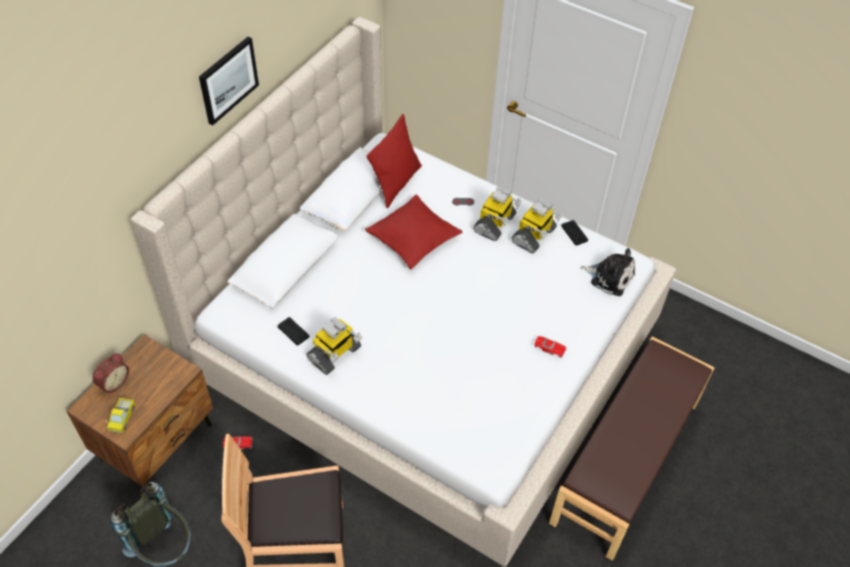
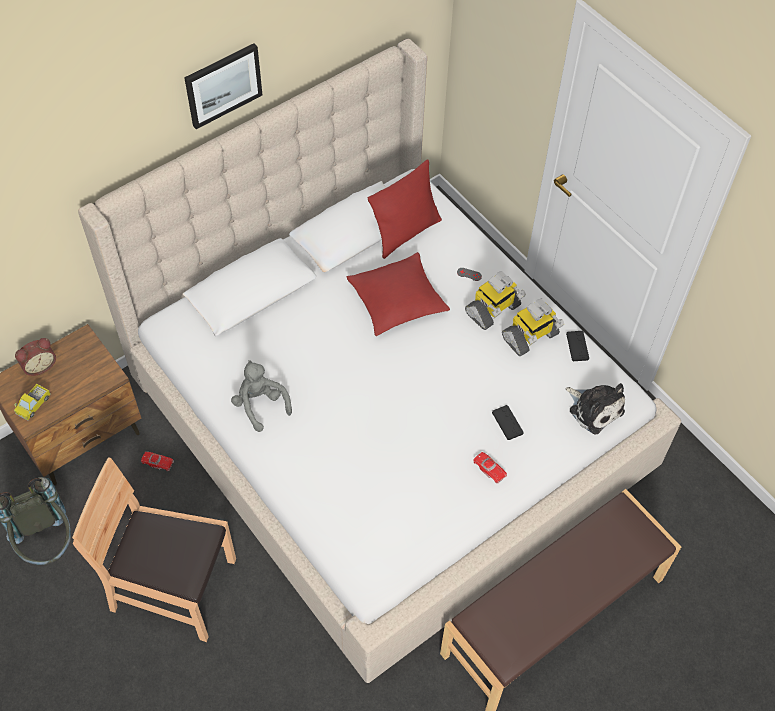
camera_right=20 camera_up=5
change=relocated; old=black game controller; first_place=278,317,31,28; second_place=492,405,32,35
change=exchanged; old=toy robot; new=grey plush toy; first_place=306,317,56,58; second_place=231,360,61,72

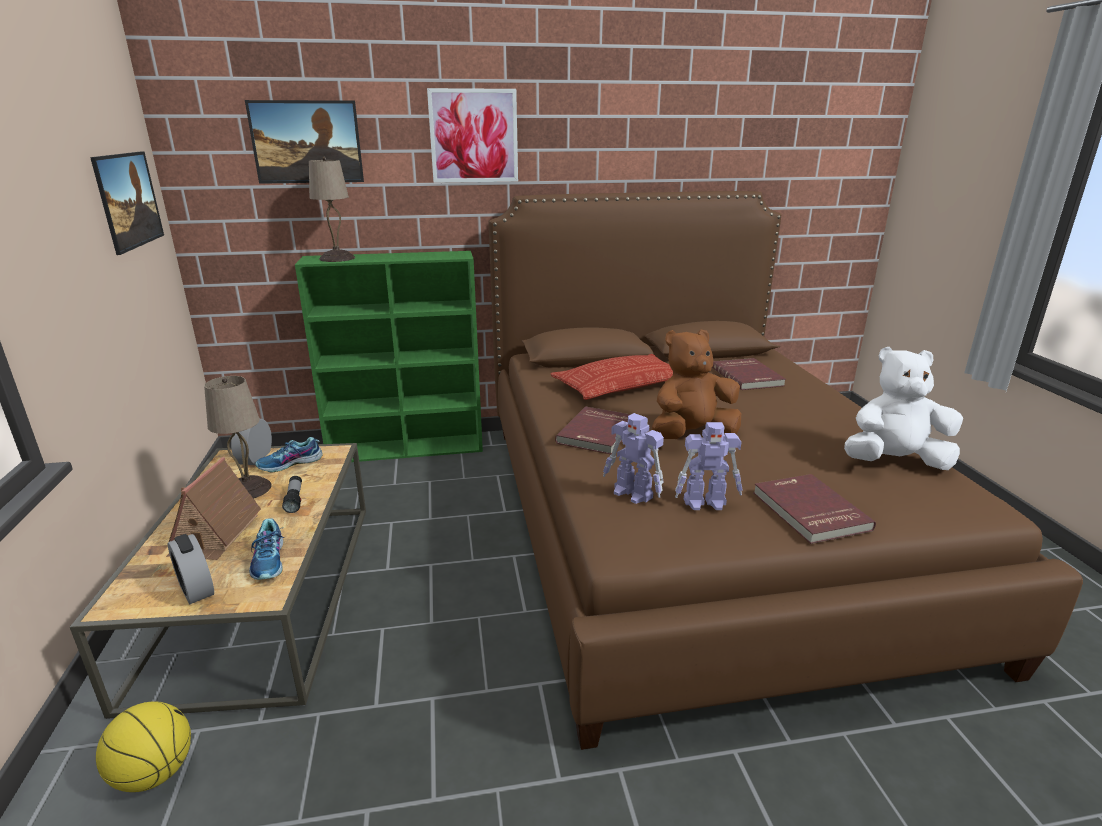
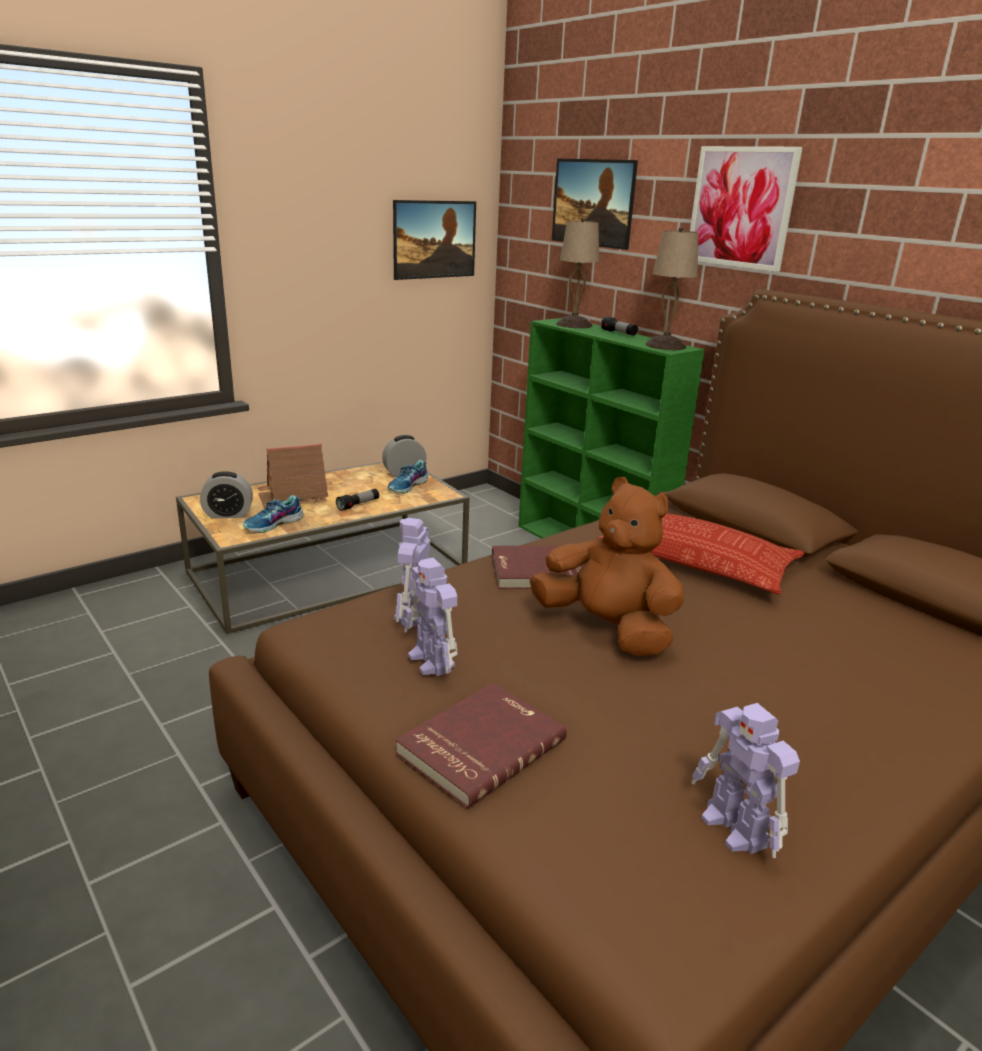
camera_right=60 camera_up=0
change=exchanged; old=white plush toy; new=toy robot; first_place=844,347,119,123; second_place=691,703,109,155
change=missing; old=red book; first_place=712,358,74,32
change=relocated; old=beige table lamp; first_place=204,376,68,123; second_place=645,227,53,123
change=spun; old=shoe; first_place=255,437,68,36; second_place=387,460,41,34; degrees=-90
change=spun; old=alarm clock; first_place=168,534,46,70; second_place=200,471,53,47; degrees=-120
change=missing; old=basketball; first_place=96,702,95,90
change=appeared; new=flashlight; second_place=601,316,37,20

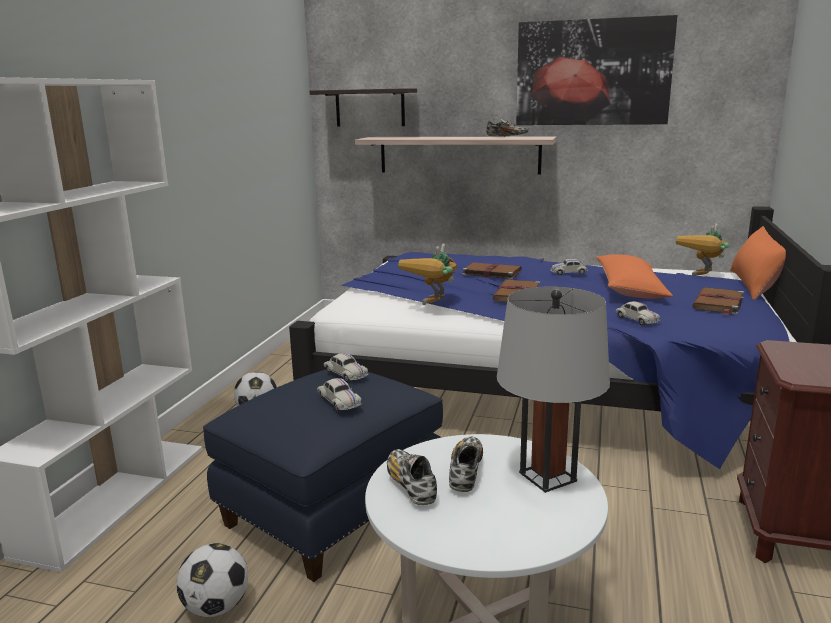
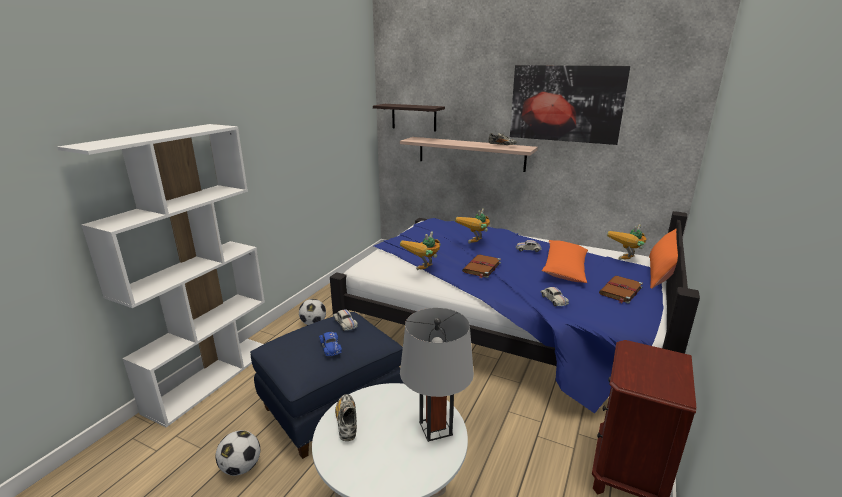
camera_right=10 camera_up=5
change=exchanged; old=brown book; new=toy robot; first_place=461,262,61,18; second_place=455,208,35,36
change=colour; old=white toy car; new=blue toy car; first_place=317,378,45,34; second_place=319,332,23,24
change=missing; old=shoe; first_place=449,437,34,55

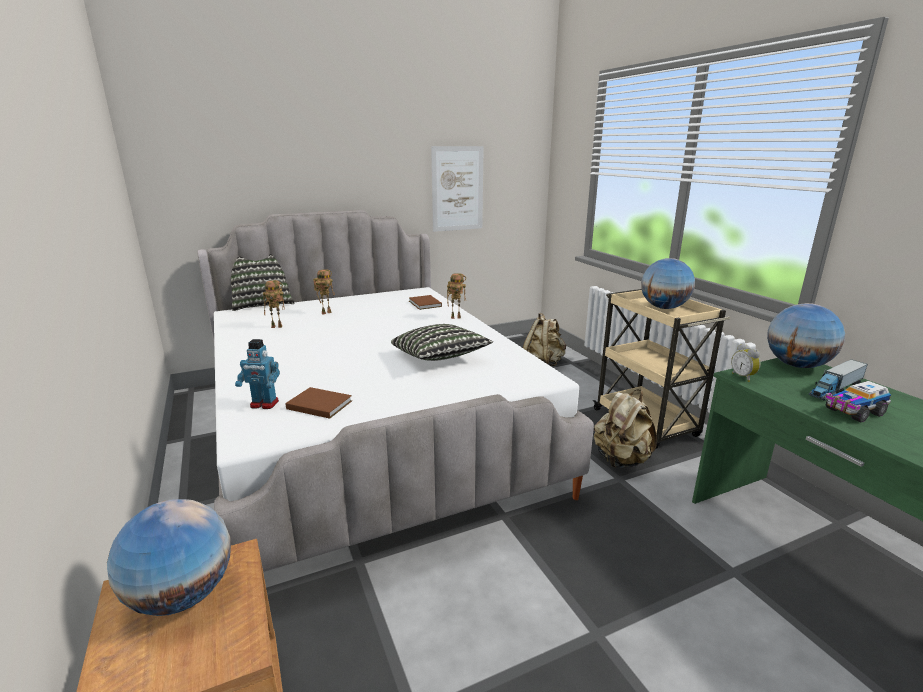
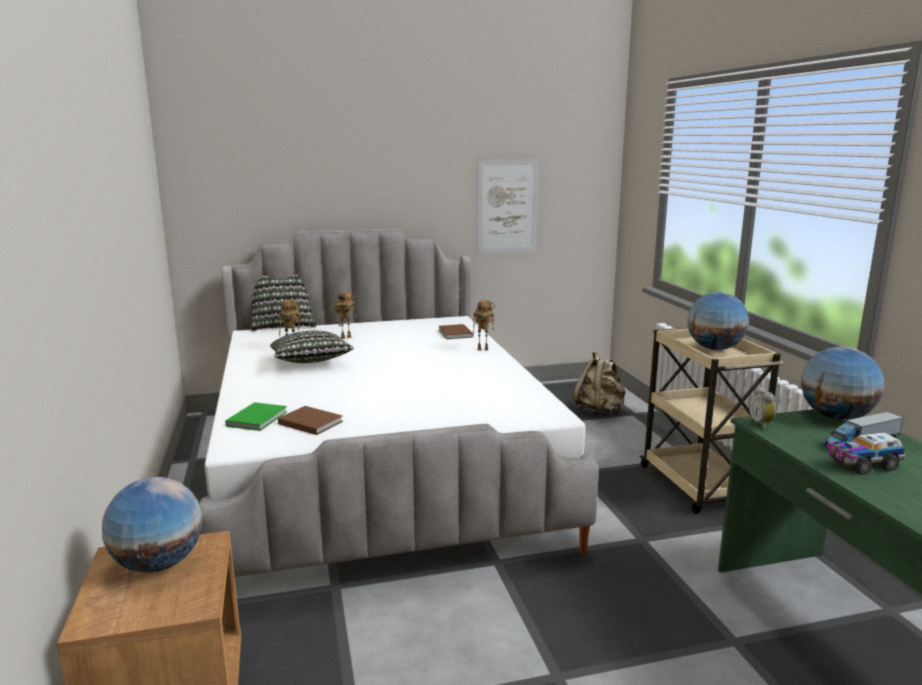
camera_right=10 camera_up=-5
change=relocated; old=pillow; first_place=391,324,102,37; second_place=270,331,84,32
change=exchanged; old=toy robot; new=green book; first_place=235,339,45,70; second_place=225,402,62,29
change=missing; old=beige backpack; first_place=594,390,63,78

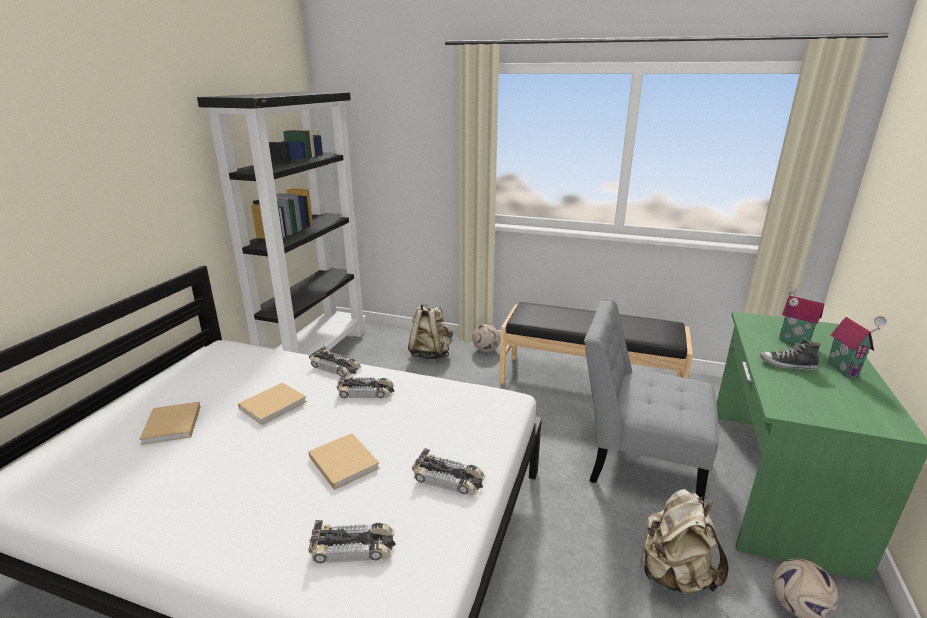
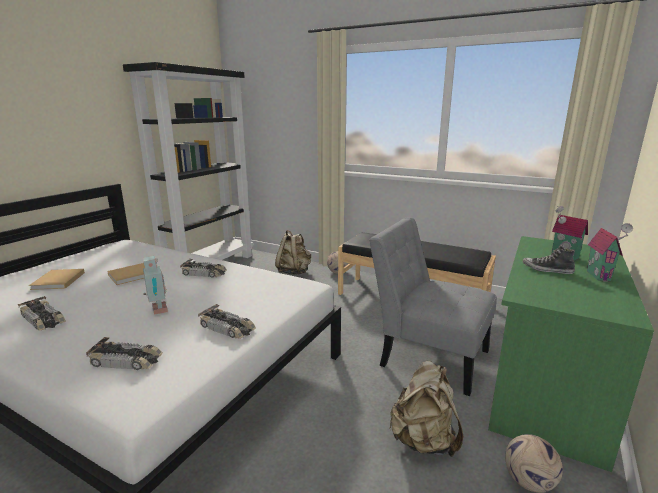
camera_right=10 camera_up=-5
change=relocated; old=toy car; first_place=309,347,53,30; second_place=18,296,48,35
change=exchanged; old=beige book; new=toy robot; first_place=308,433,72,57; second_place=143,256,25,59

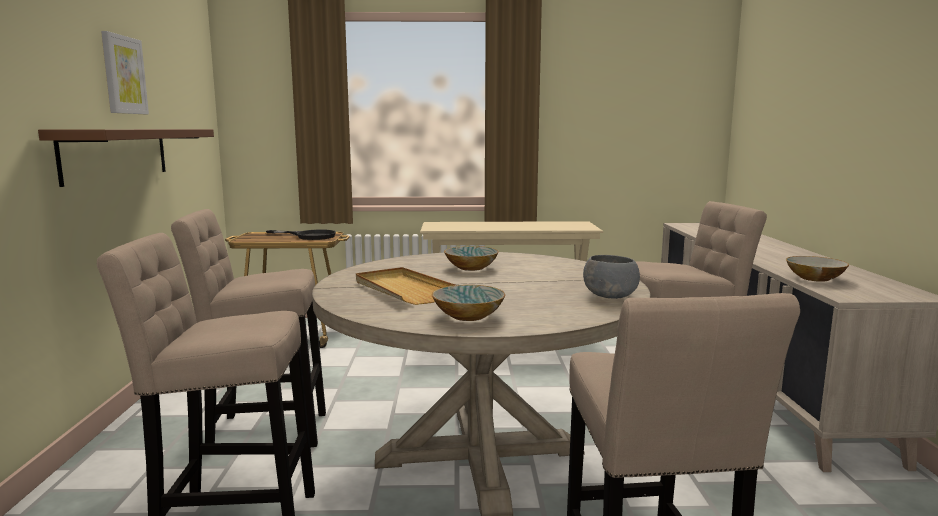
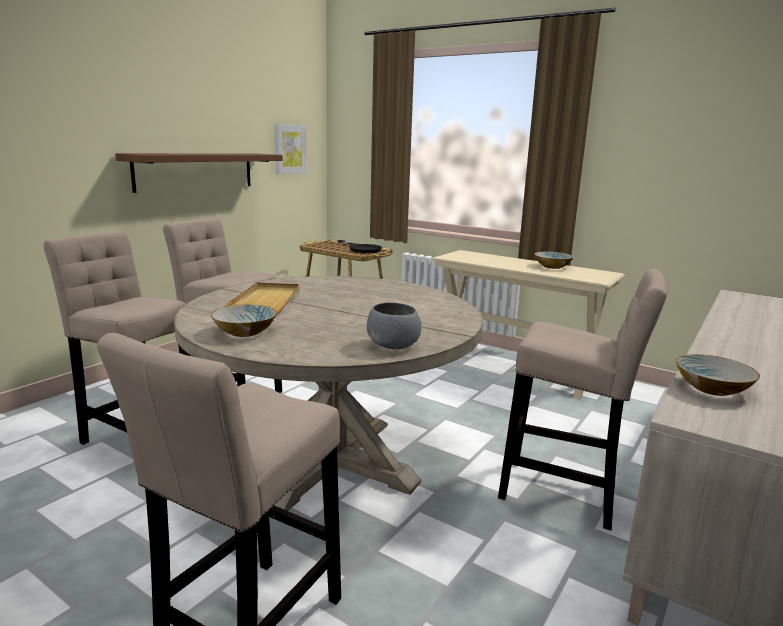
camera_right=35 camera_up=5
change=relocated; old=picture; first_place=101,31,48,83; second_place=275,124,32,50
change=relocated; old=bowl; first_place=444,246,55,25; second_place=534,252,40,17

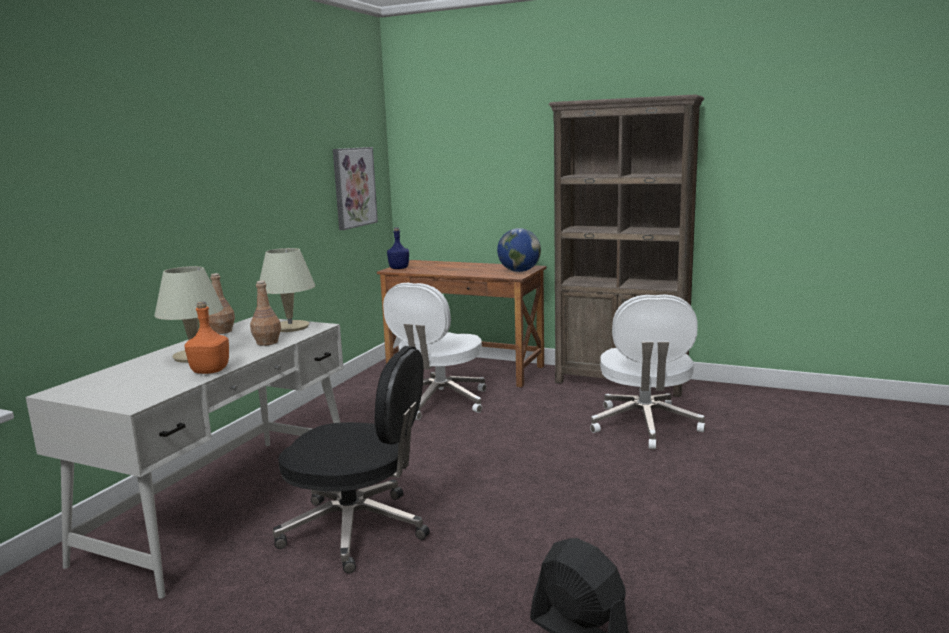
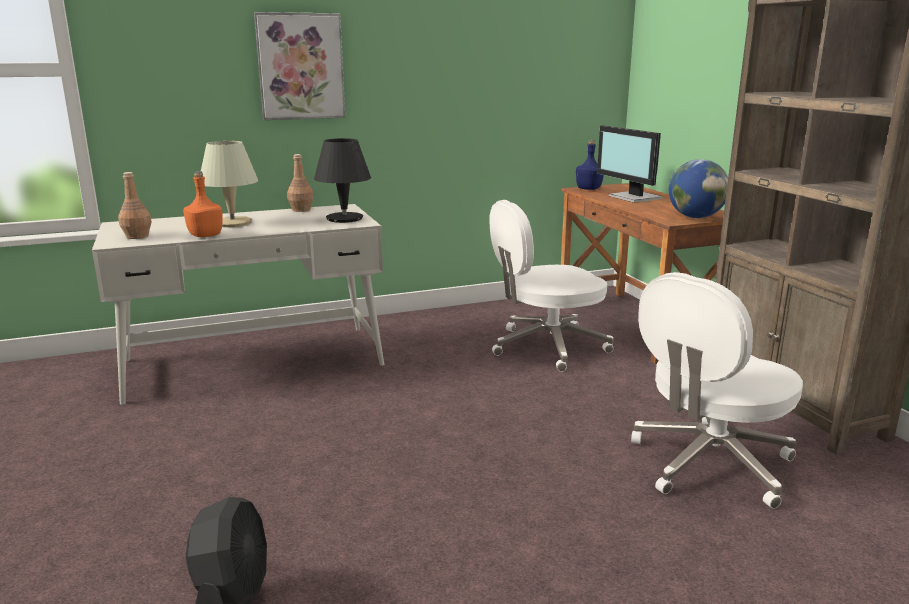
camera_right=45 camera_up=5
change=relocated; old=picture; first_place=333,147,45,83; second_place=254,12,91,108
change=colour; old=beige table lamp; new=black table lamp; first_place=259,248,56,84; second_place=314,138,57,85
change=relocated; old=brown bottle; first_place=250,281,31,65; second_place=118,172,34,67
change=missing; old=black office chair; first_place=273,346,157,228
change=appeared; new=monitor; second_place=597,125,66,78

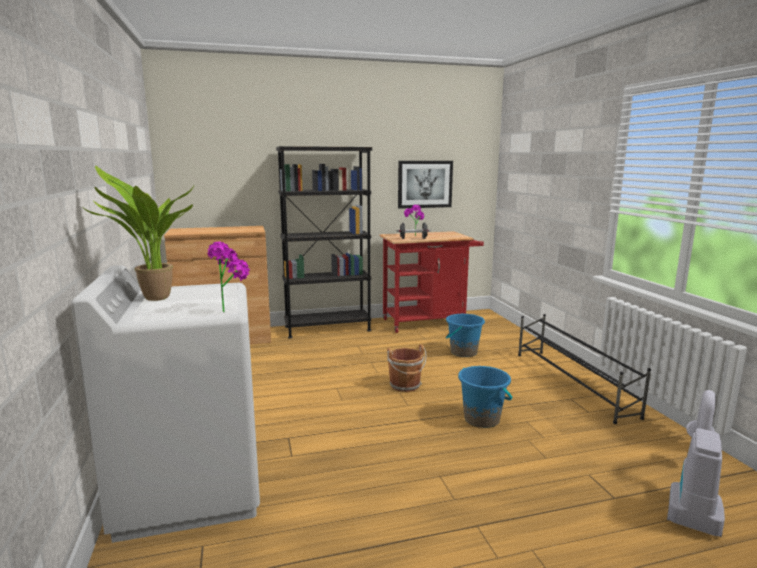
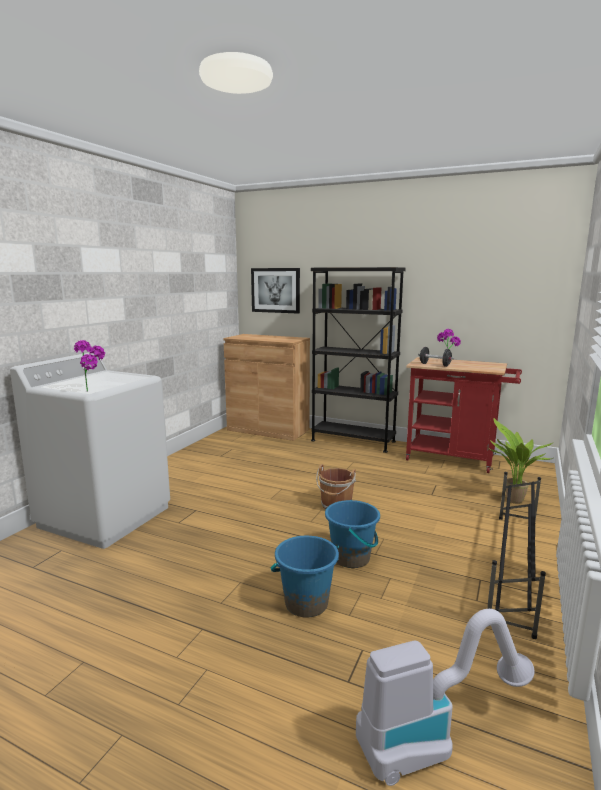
camera_right=40 camera_up=0
change=relocated; old=picture; first_place=398,161,55,48; second_place=251,268,49,46
change=relocated; old=potted plant; first_place=82,166,112,135; second_place=487,418,68,86
change=relocated; old=blue bucket; first_place=446,314,39,43; second_place=271,536,68,81

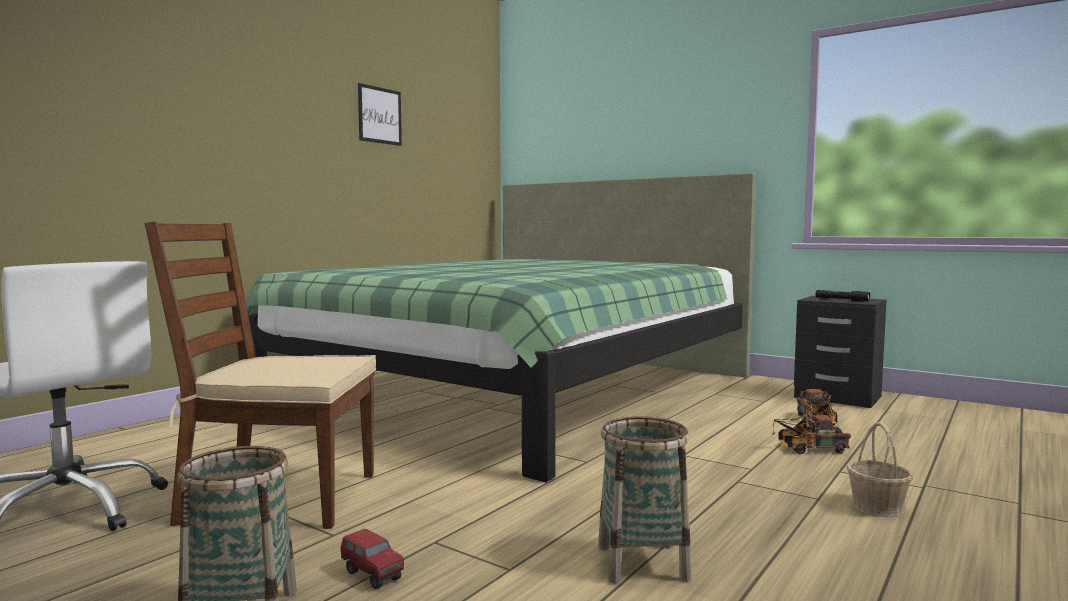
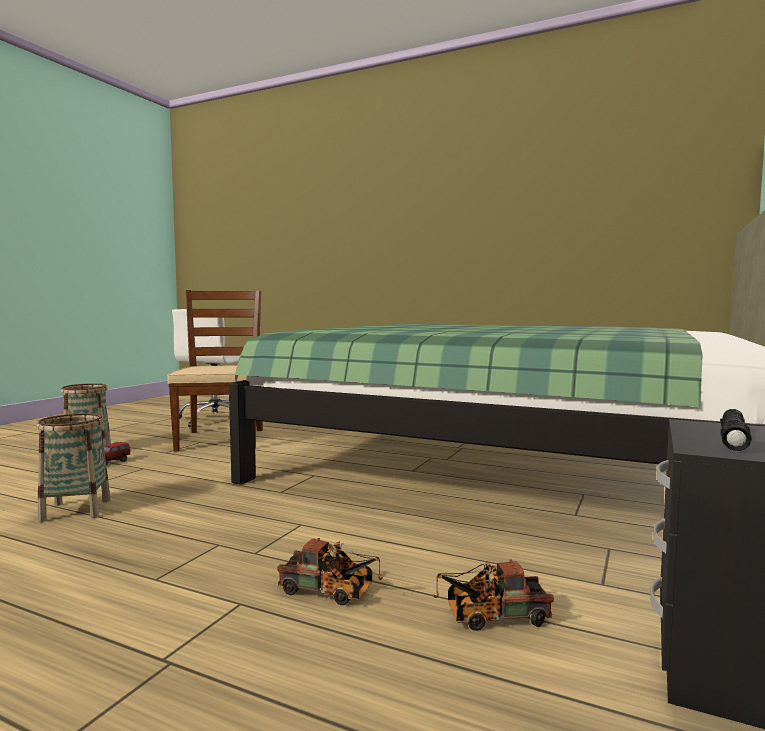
camera_right=80 camera_up=0
change=missing; old=picture; first_place=358,83,44,63
change=spun; old=toy truck; first_place=771,415,80,39; second_place=277,538,106,67; degrees=120
change=missing; old=basket; first_place=847,422,66,95

